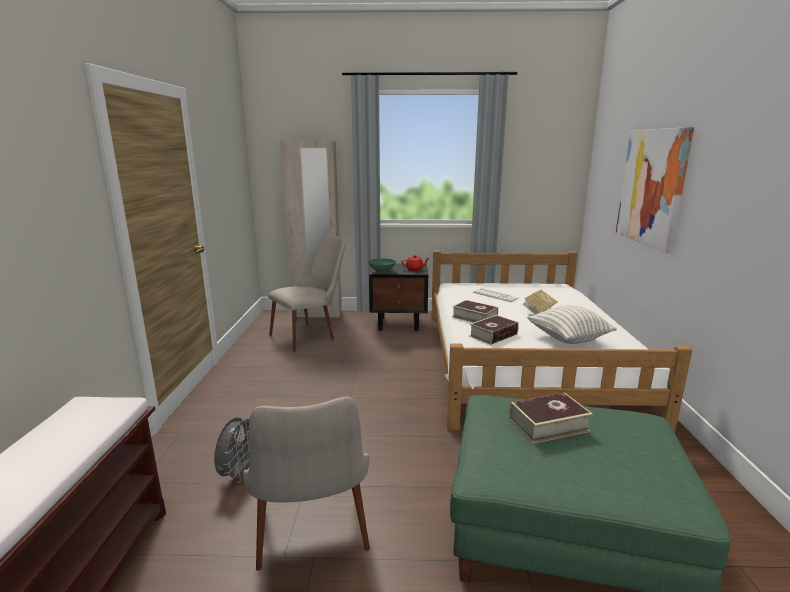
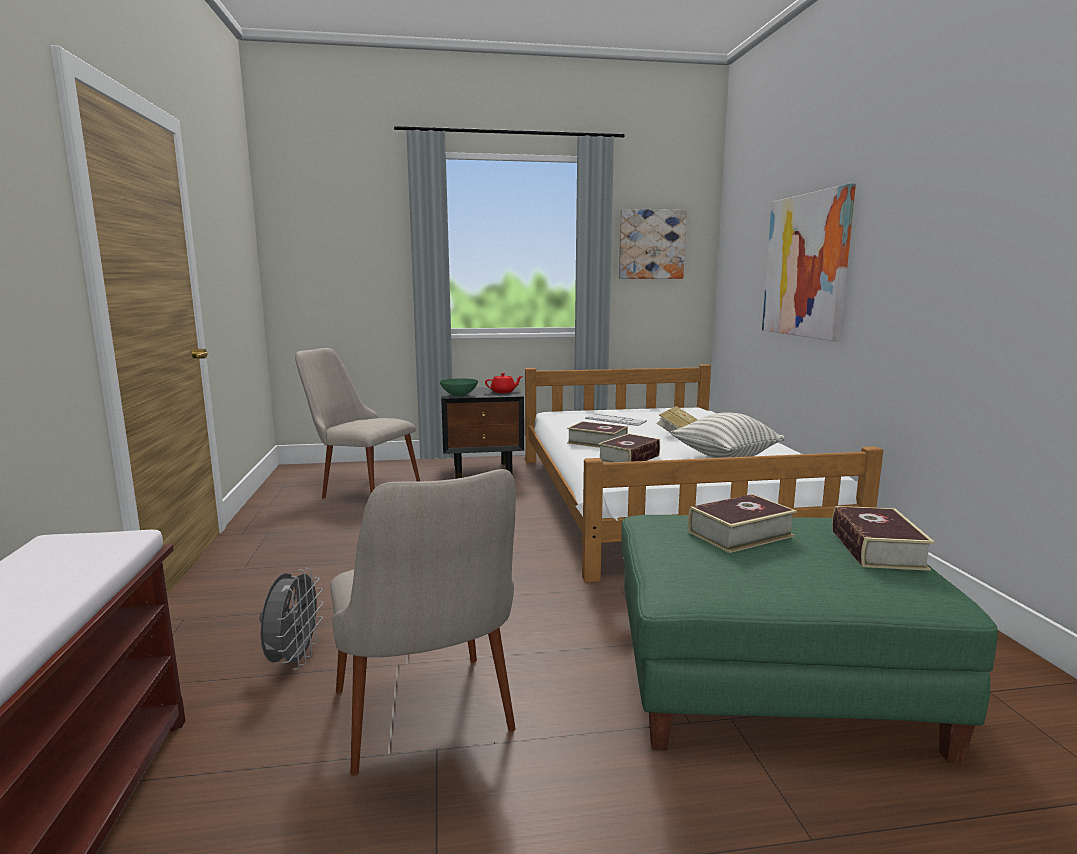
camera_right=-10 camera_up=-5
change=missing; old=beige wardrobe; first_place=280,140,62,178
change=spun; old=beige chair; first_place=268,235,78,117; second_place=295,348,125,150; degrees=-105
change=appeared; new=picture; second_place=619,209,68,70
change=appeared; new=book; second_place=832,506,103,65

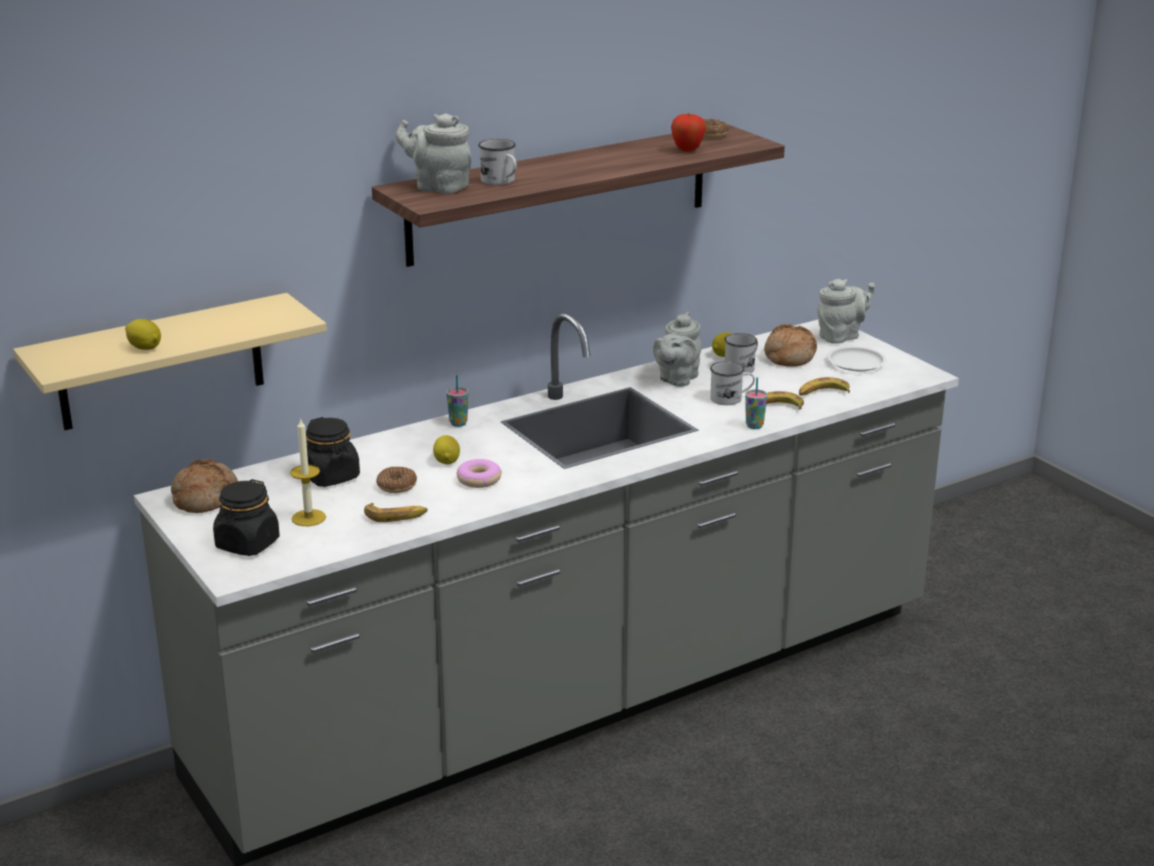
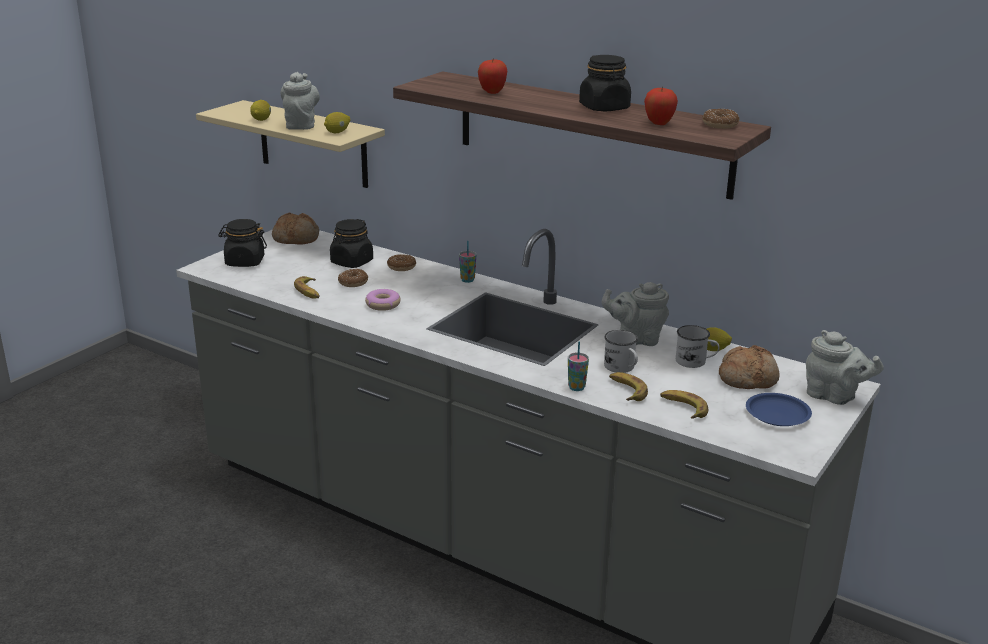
camera_right=65 camera_up=0
change=relocated; old=grey teapot; first_place=395,113,77,81; second_place=281,72,39,58
change=exchanged; old=white mug; new=apple; first_place=478,139,39,46; second_place=478,58,29,36
change=colour; old=white plate; new=blue plate; first_place=827,346,60,25; second_place=746,393,66,33
change=missing; old=candle; first_place=290,418,36,108
change=relocated; old=lemon; first_place=433,435,27,30; second_place=324,112,26,21
change=appeared; new=black jar; second_place=579,55,52,56
change=appeared; new=donut; second_place=387,254,29,17

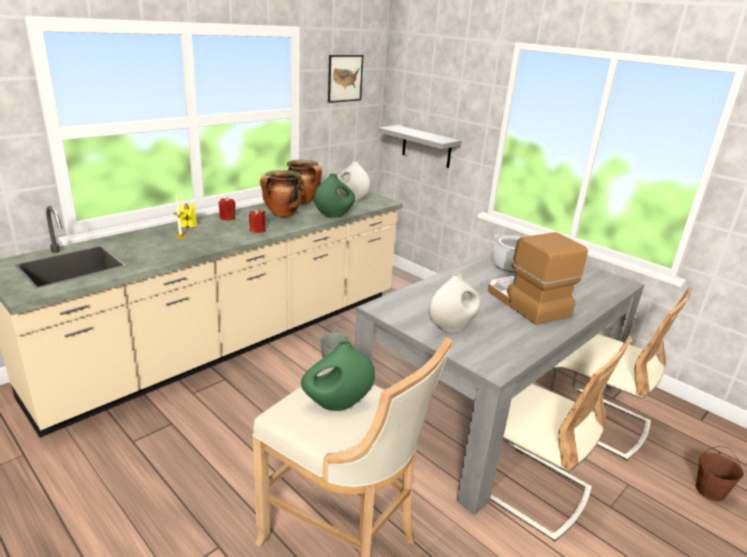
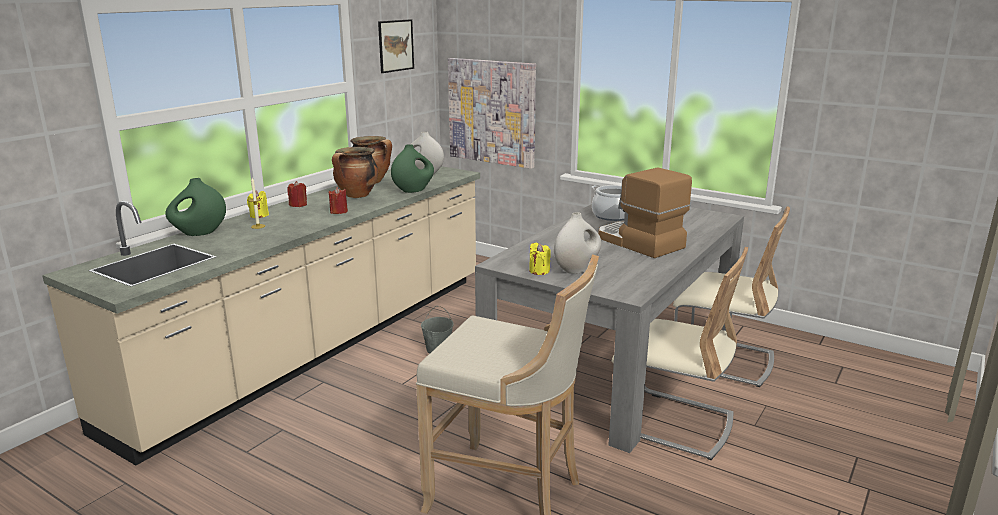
camera_right=-10 camera_up=-5
change=exchanged; old=grey shelf; new=picture; first_place=378,125,83,43; second_place=448,58,88,111
change=relocated; old=green vase; first_place=301,341,74,70; second_place=165,178,61,58
change=missing; old=brown bucket; first_place=696,446,48,55
change=appeared; new=yellow candle; second_place=529,243,22,32

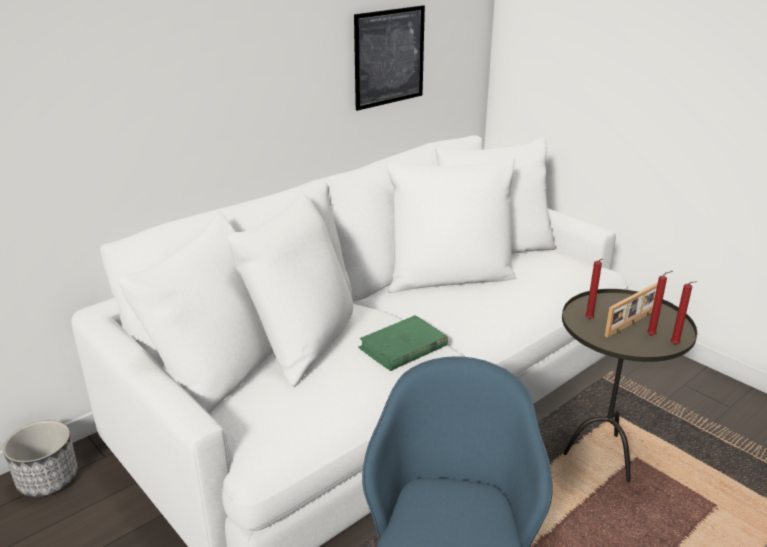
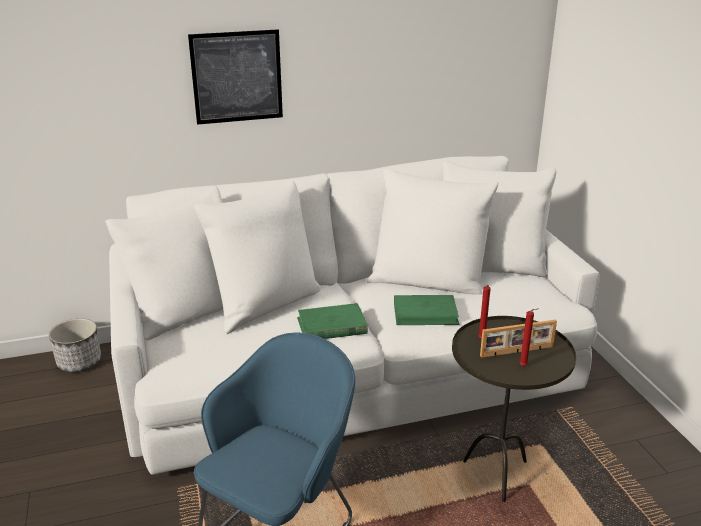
camera_right=25 camera_up=0
change=relocated; old=picture; first_place=354,5,71,106; second_place=188,29,95,96
change=missing; old=red candle; first_place=671,281,26,63
change=appeared; new=green book; second_place=394,295,66,30

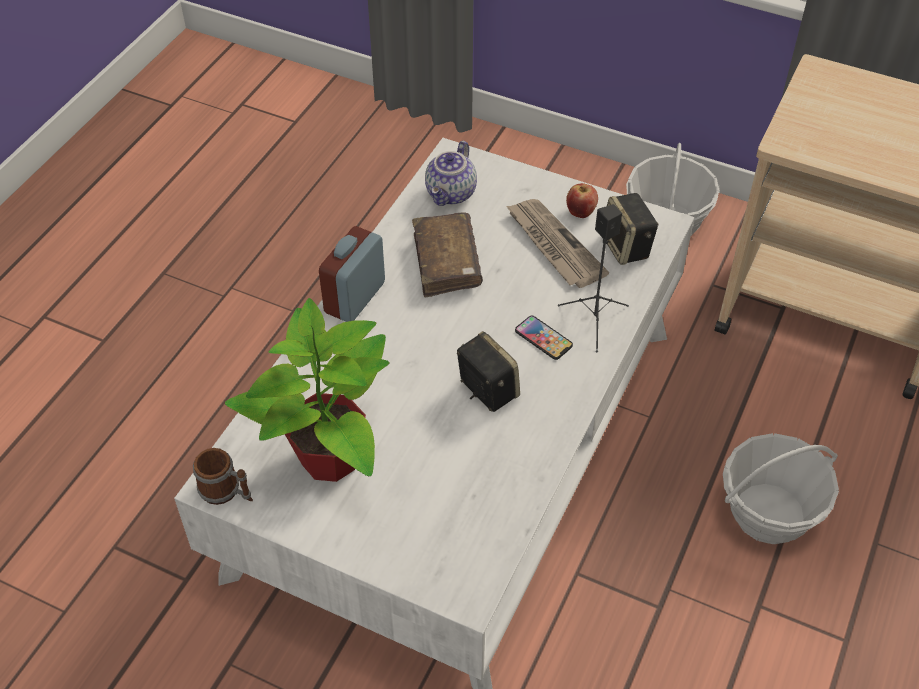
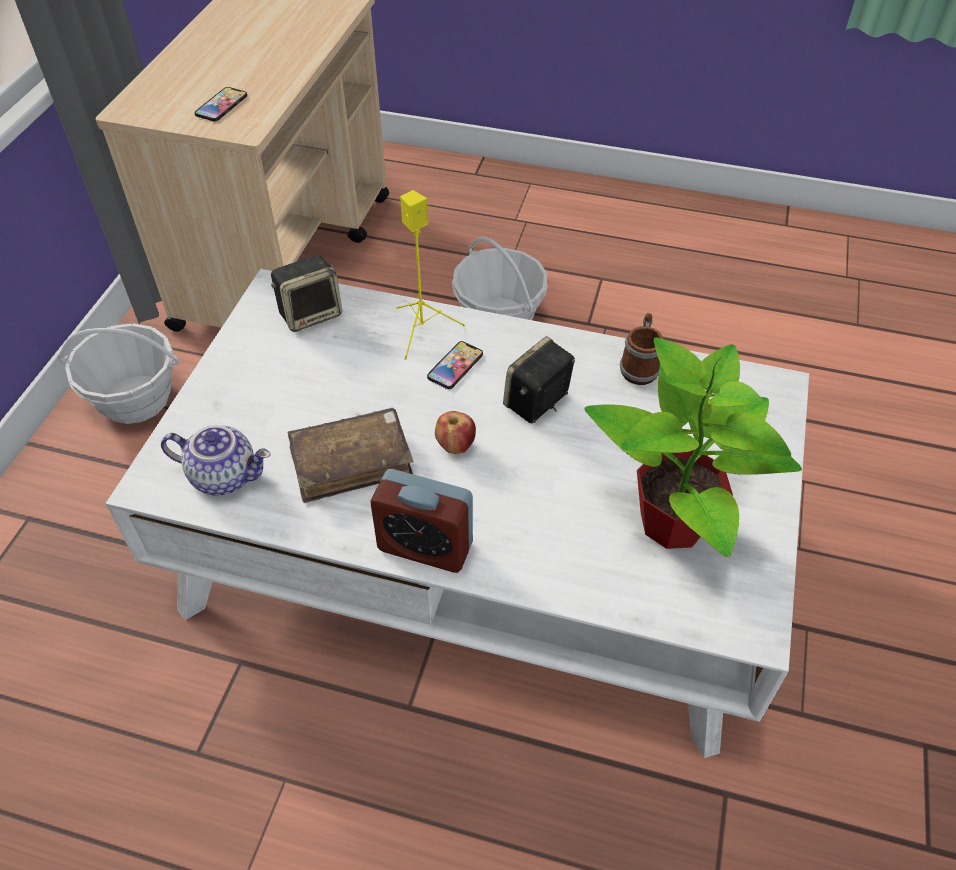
camera_right=-100 camera_up=0
change=relocated; old=apple; first_place=566,183,32,35; second_place=435,411,41,43
change=missing; old=newspaper; first_place=506,199,103,89
change=colour; old=black speaker; new=yellow speaker; first_place=558,204,71,148; second_place=396,190,69,170
change=relocated; old=mug; first_place=193,448,60,57; second_place=620,313,44,72
change=appeared; new=phone; second_place=194,87,53,34

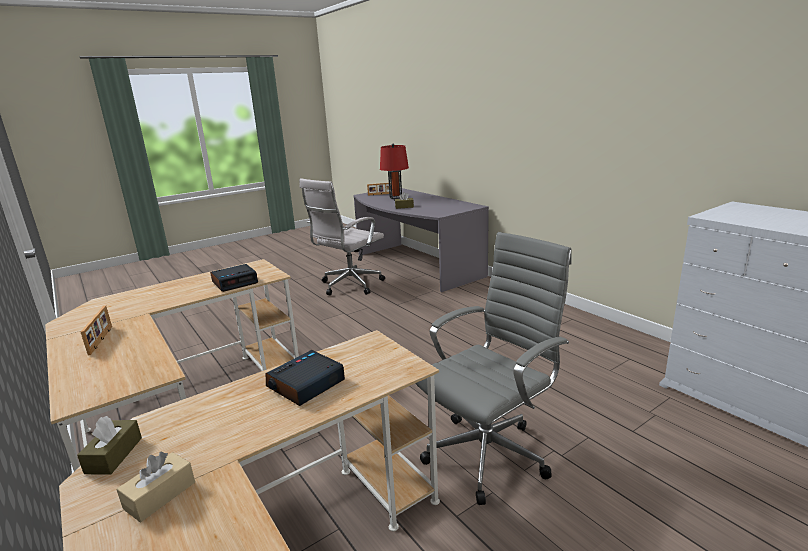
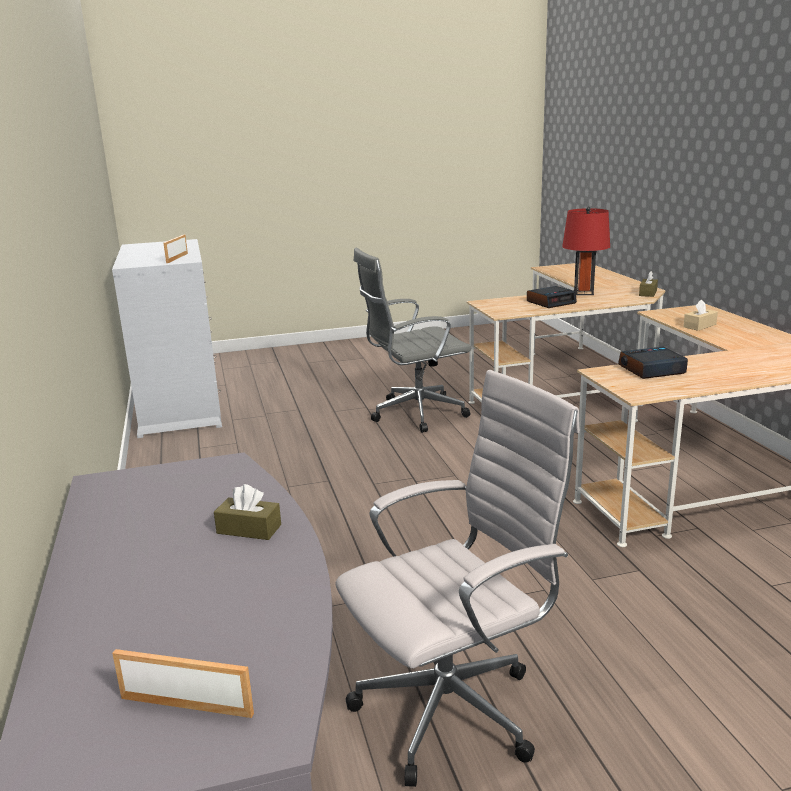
camera_right=-160 camera_up=0
change=relocated; old=red table lamp; first_place=380,144,29,55; second_place=562,206,48,89
change=relocated; old=picture frame; first_place=81,306,31,49; second_place=164,235,24,28
change=relocated; old=beige tissue box; first_place=116,452,79,70; second_place=683,300,35,31

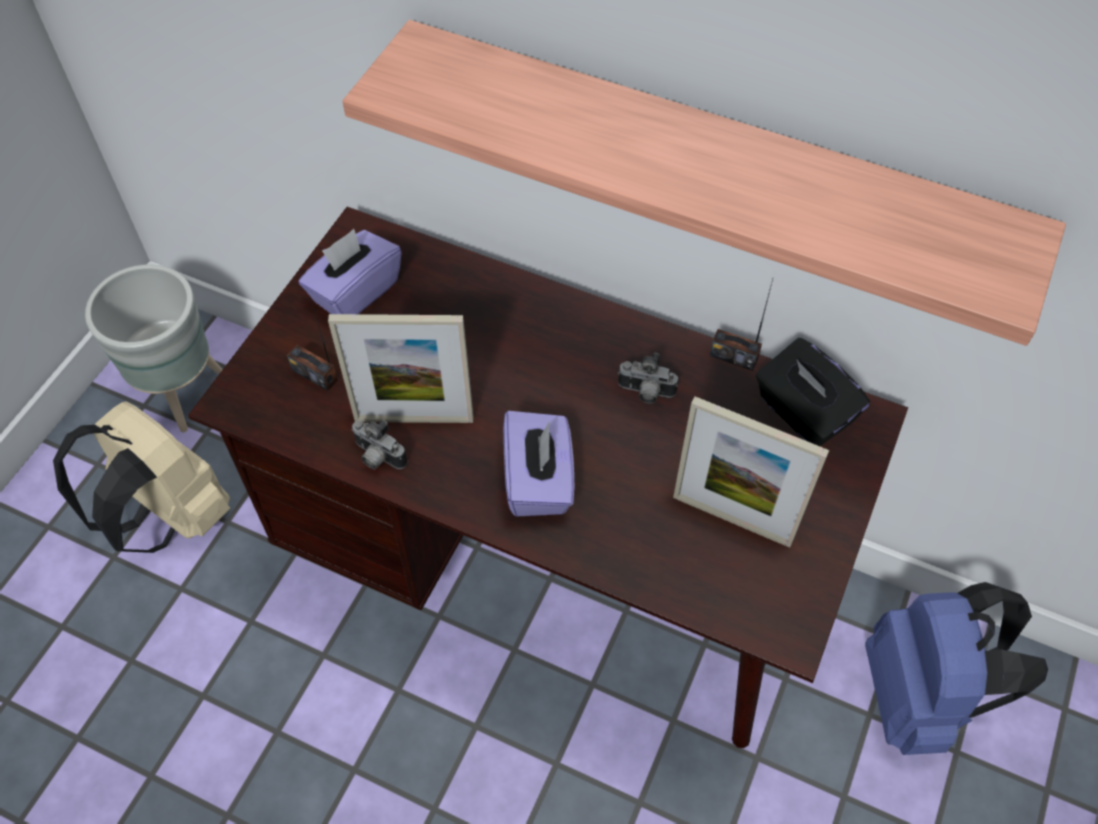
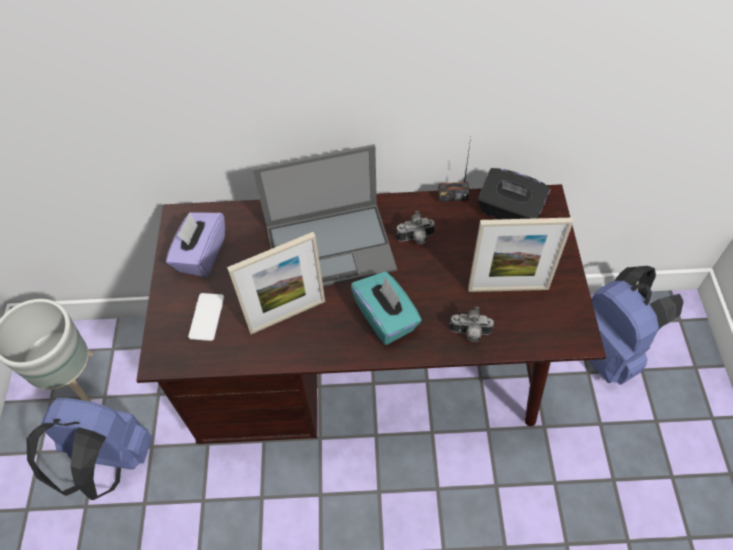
camera_right=-25 camera_up=0
change=missing; old=shelf; first_place=342,20,724,326
change=exchanged; old=radio; new=phone; first_place=287,299,51,92; second_place=188,293,36,48
change=colour; old=beige backpack; new=blue backpack; first_place=53,401,178,152; second_place=26,398,127,102
change=colour; old=purple tissue box; new=turquoise tissue box; first_place=503,411,71,105; second_place=351,272,71,73
change=relocated; old=photo camera; first_place=351,420,56,50; second_place=450,307,44,35
change=appeared; new=laptop; second_place=253,144,144,143

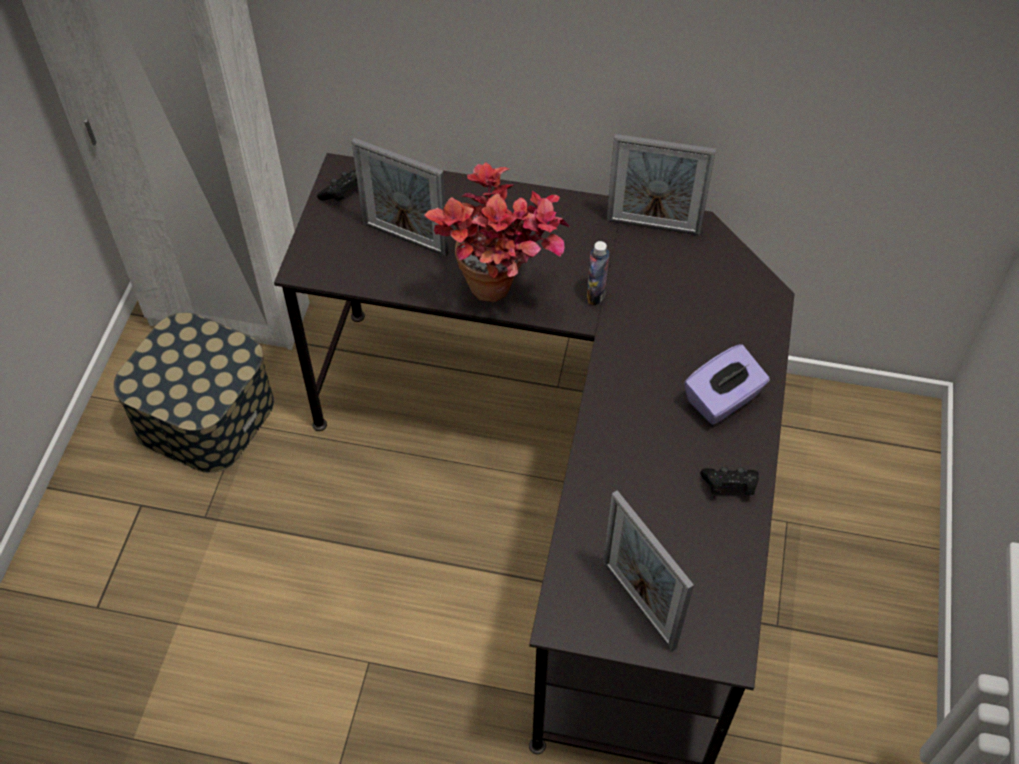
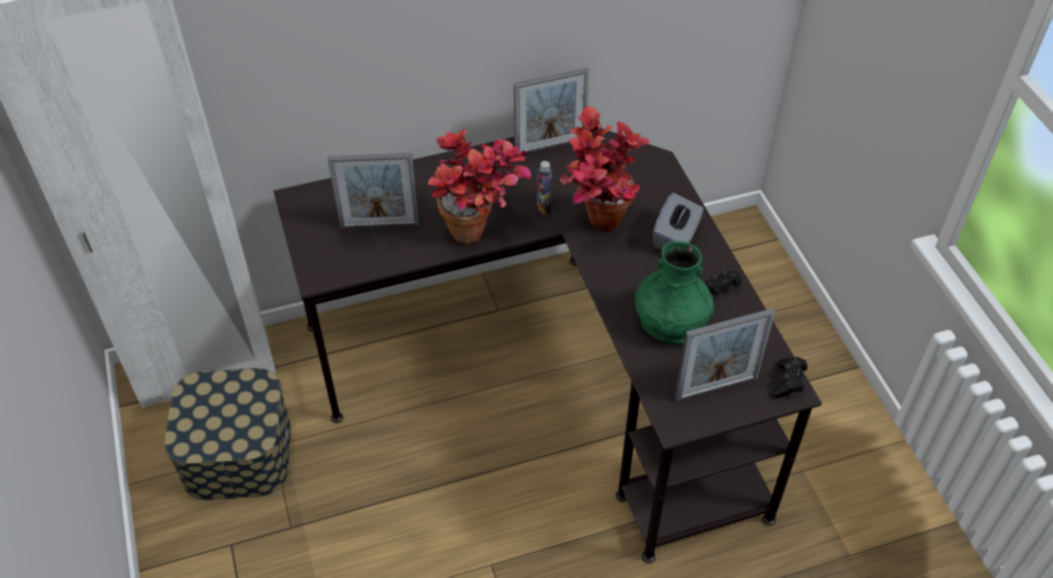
camera_right=-30 camera_up=-5
change=relocated; old=black game controller; first_place=317,170,41,31; second_place=772,357,36,41
change=colour; old=purple tissue box; new=grey tissue box; first_place=684,344,86,81; second_place=653,193,51,57
change=spun; old=picture frame; first_place=603,490,91,161; second_place=674,308,101,94; degrees=-45
change=appeared; new=potted plant; second_place=560,106,91,125
change=appeared; new=green vase; second_place=634,241,80,103

